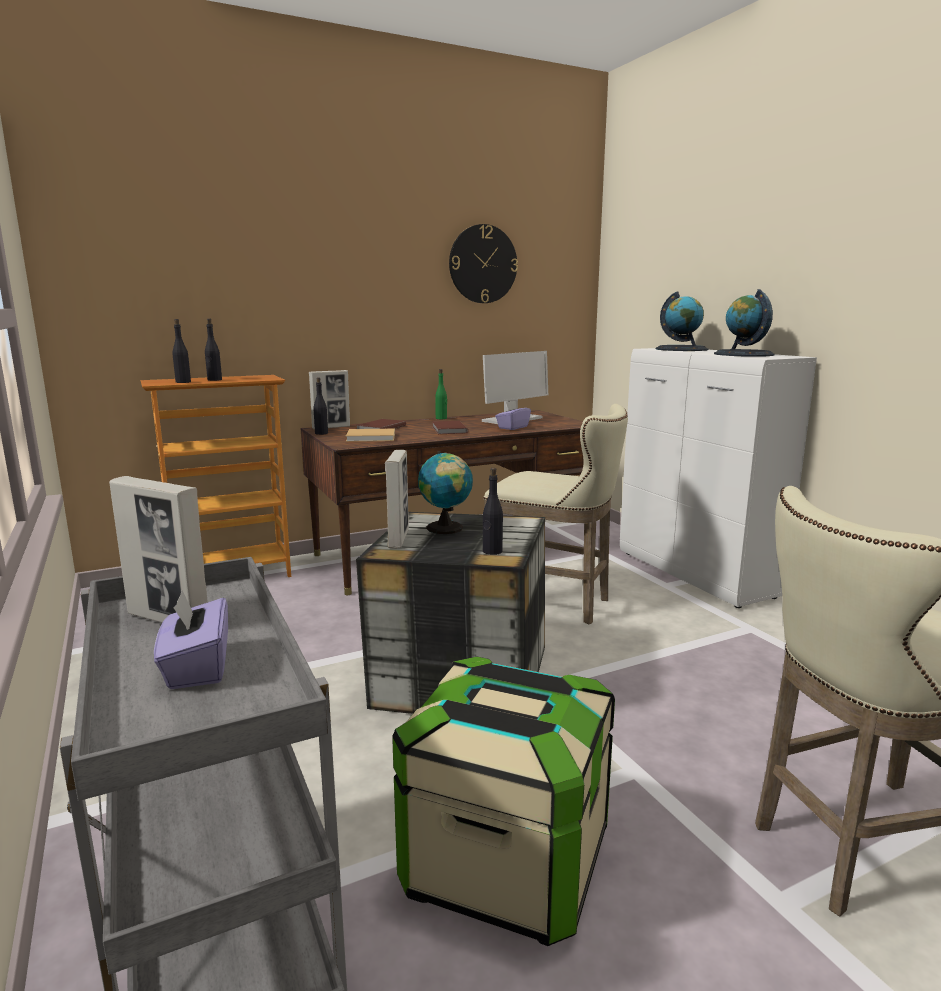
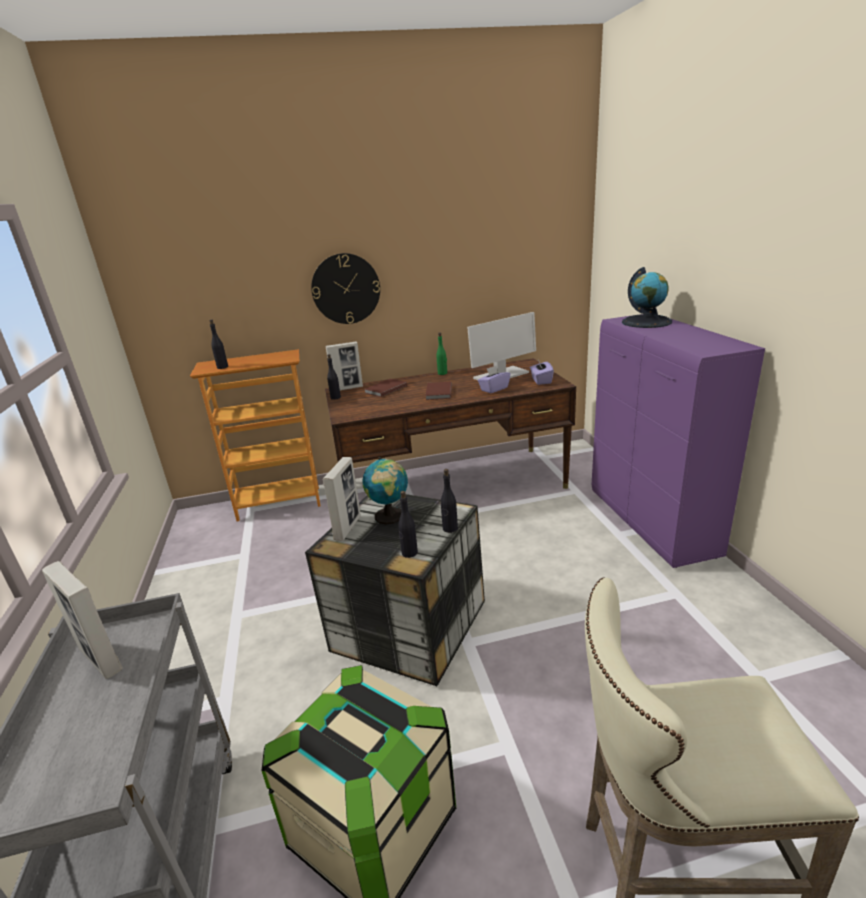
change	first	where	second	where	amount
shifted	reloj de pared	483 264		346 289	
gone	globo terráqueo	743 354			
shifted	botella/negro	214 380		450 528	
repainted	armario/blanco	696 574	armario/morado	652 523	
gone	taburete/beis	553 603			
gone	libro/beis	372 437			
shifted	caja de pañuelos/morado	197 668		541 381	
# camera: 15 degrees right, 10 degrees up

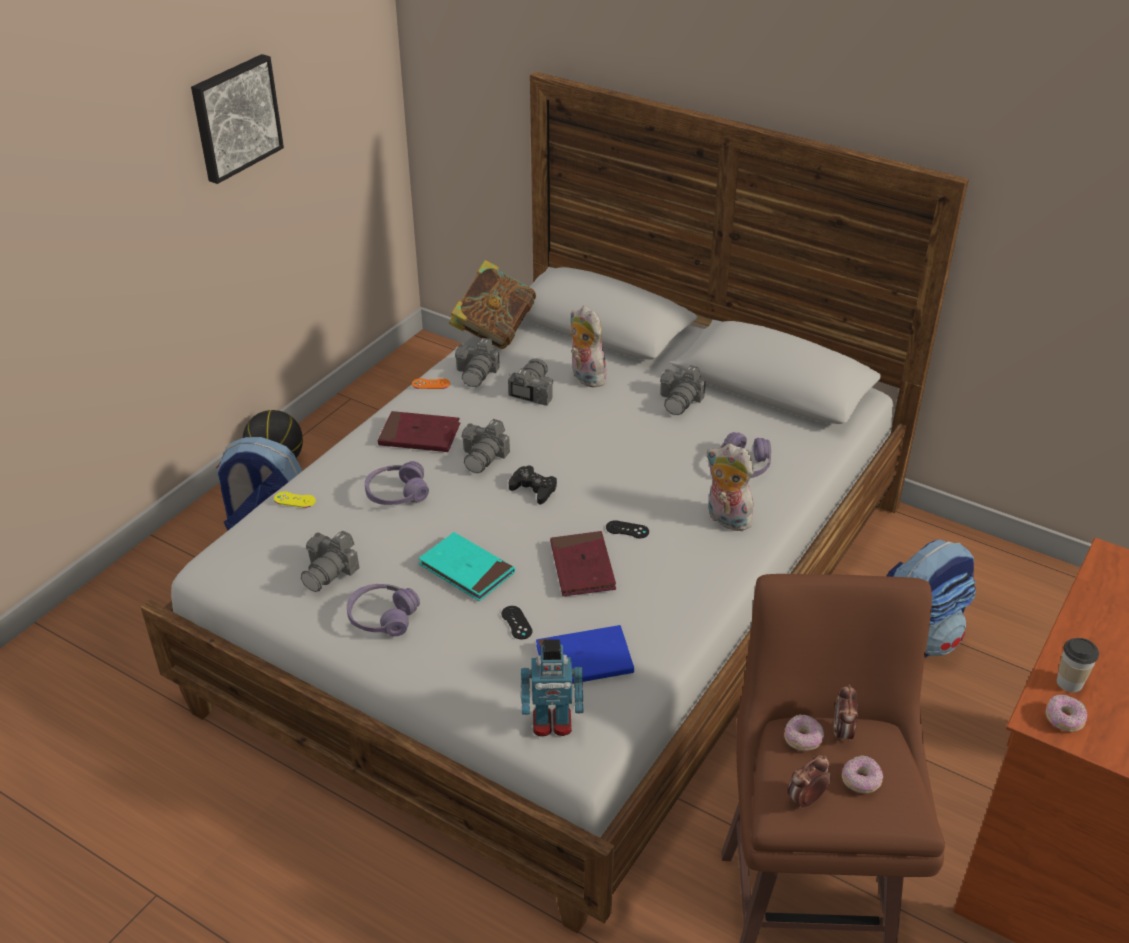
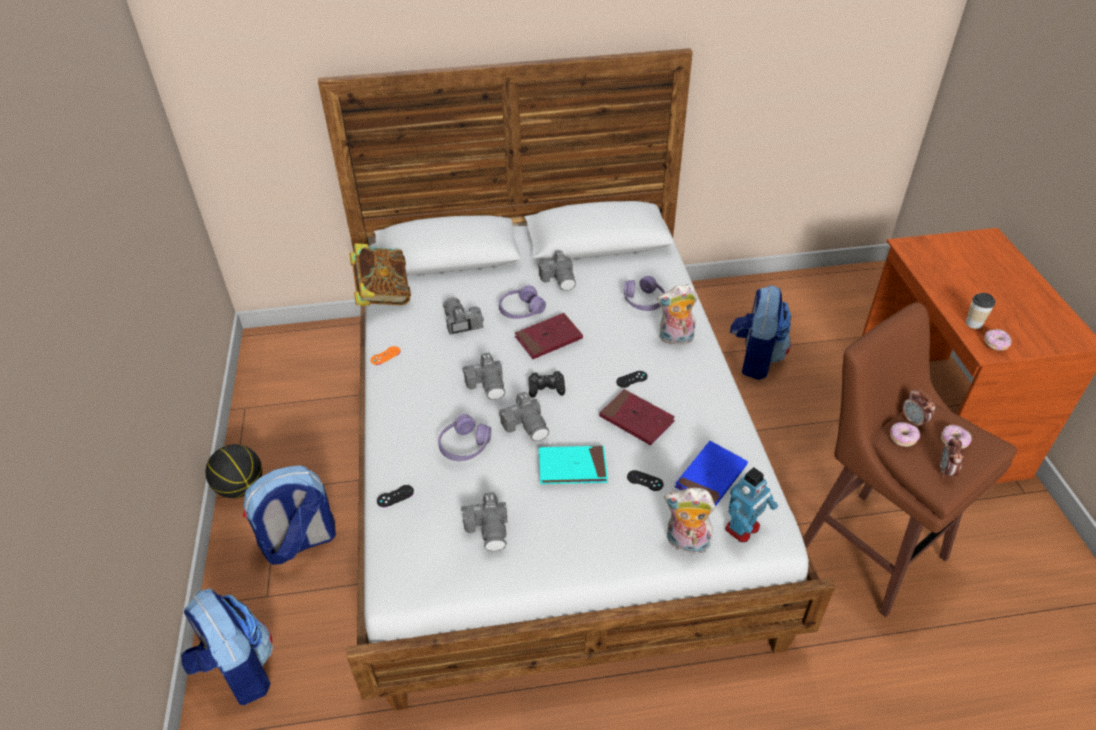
change	first	where	second	where	amount
gone	cuadro	235 117			
shifted	peluche	585 377		686 543	
shifted	cámara	477 373		526 425	
shifted	libro/rojo	419 435		548 338	
repainted	mando de consola/amarillo	294 500	mando de consola/negro	395 496	
shifted	auriculares/morado	382 617		521 310	
new			mochila	238 670	
# camera: 40 degrees left, 5 degrees up

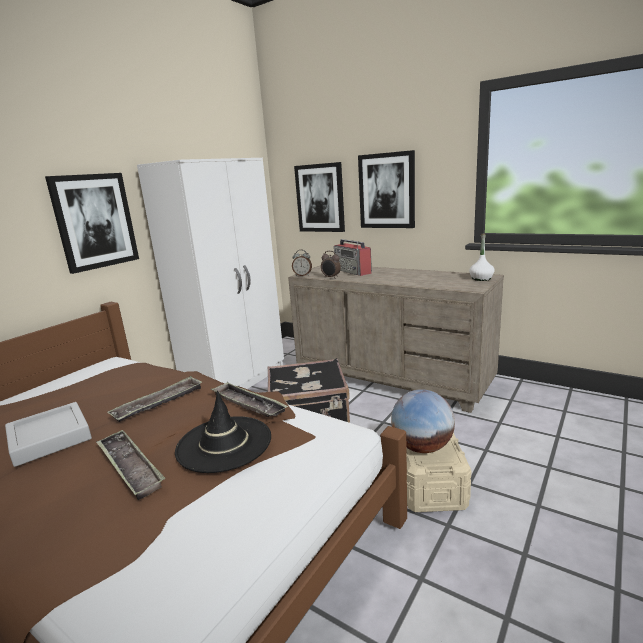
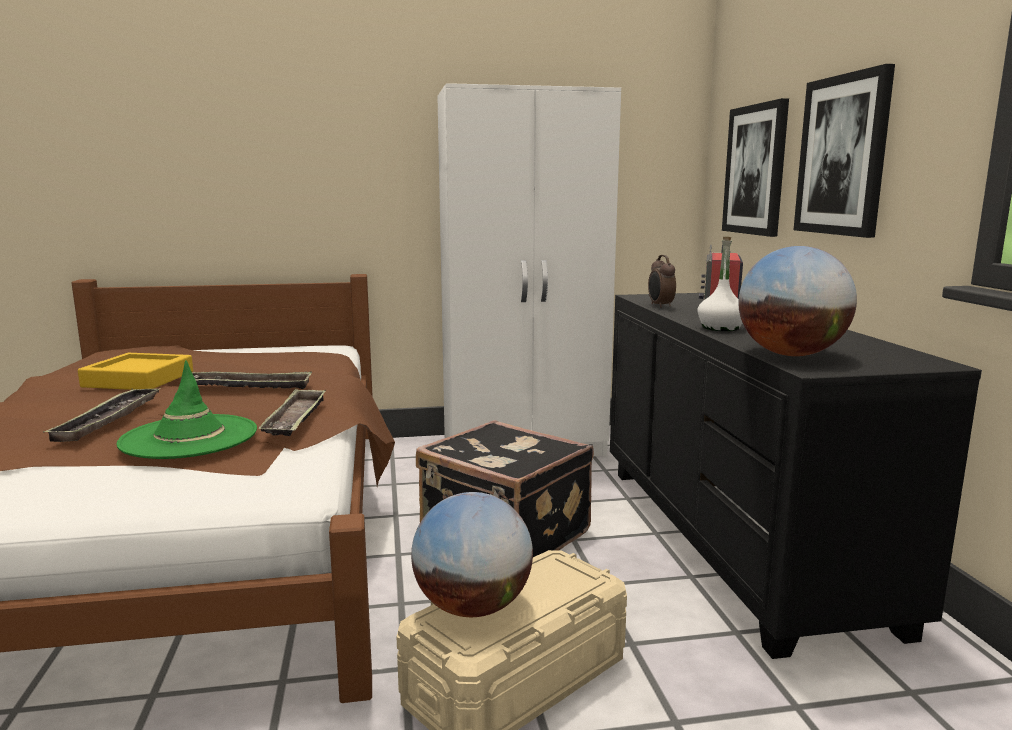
change	first	where	second	where	amount
gone	cuadro	95 221			
shifted	botella/blanco	481 278		720 328	
gone	despertador	302 275			
repainted	cómoda/beis	391 379	cómoda/negro	733 540	
repainted	sombrero/negro	224 444	sombrero/verde	189 437	
repainted	bandeja/gris	50 438	bandeja/amarillo	138 379	
new			globo terráqueo	791 354	
# camera: 45 degrees right, 5 degrees down

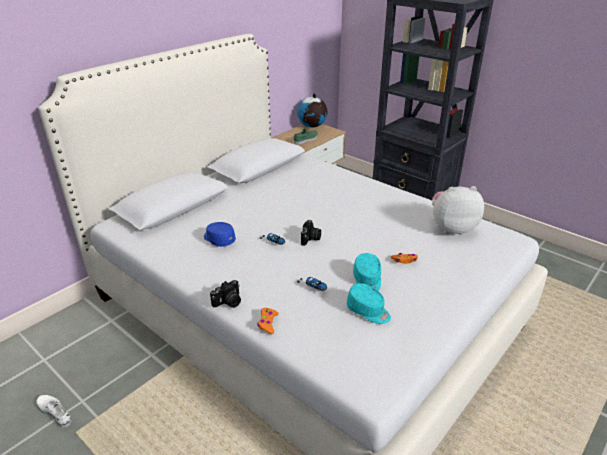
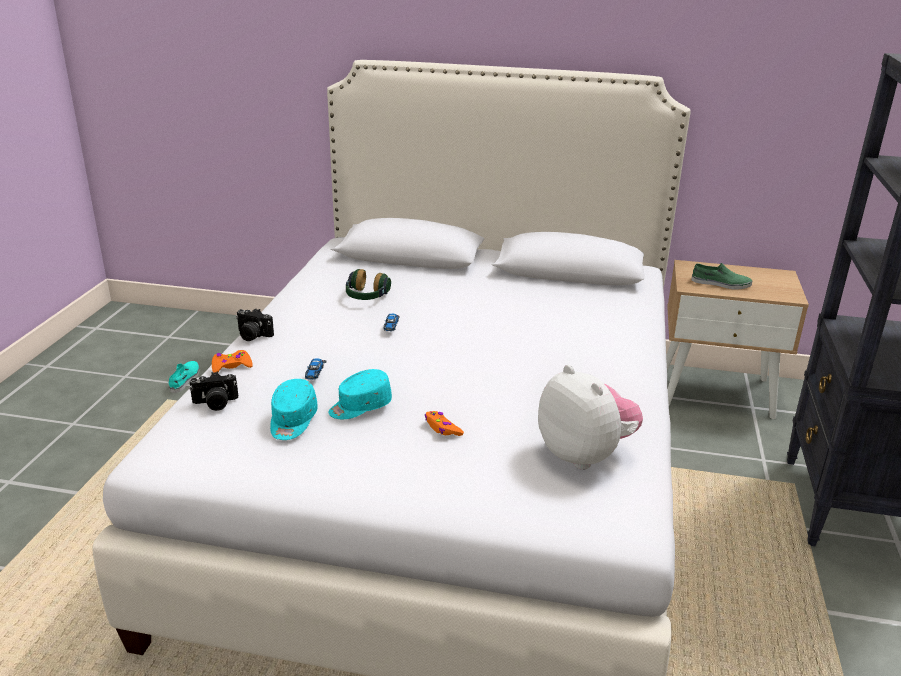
change	first	where	second	where	amount
gone	globo terráqueo	312 126			
shifted	cámara	310 239		215 403	
swapped	gorra/azul	218 240	auriculares	366 297	
repainted	zapato/blanco	55 412	zapato/turquesa	185 379	
# camera: 60 degrees right, 5 degrees down

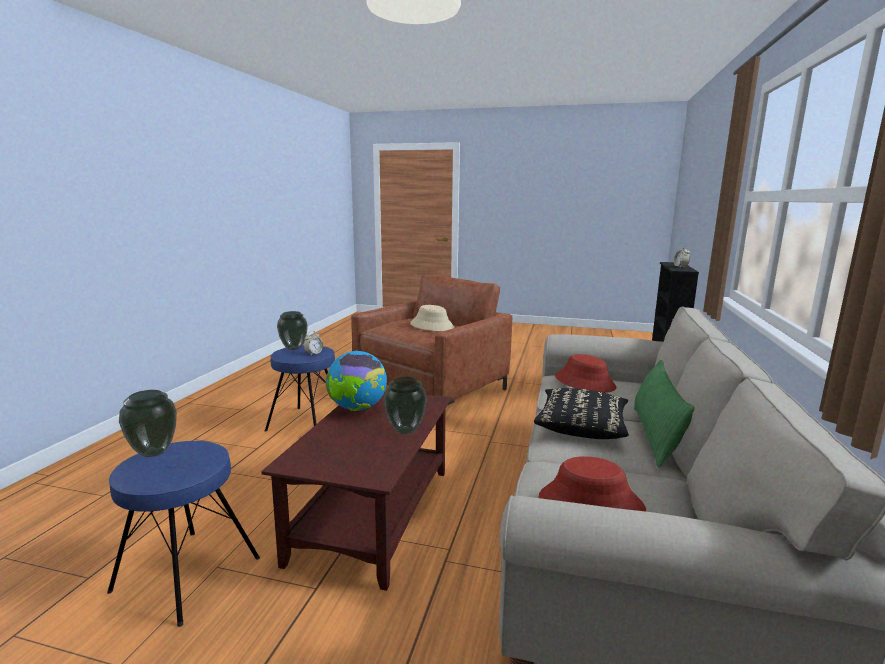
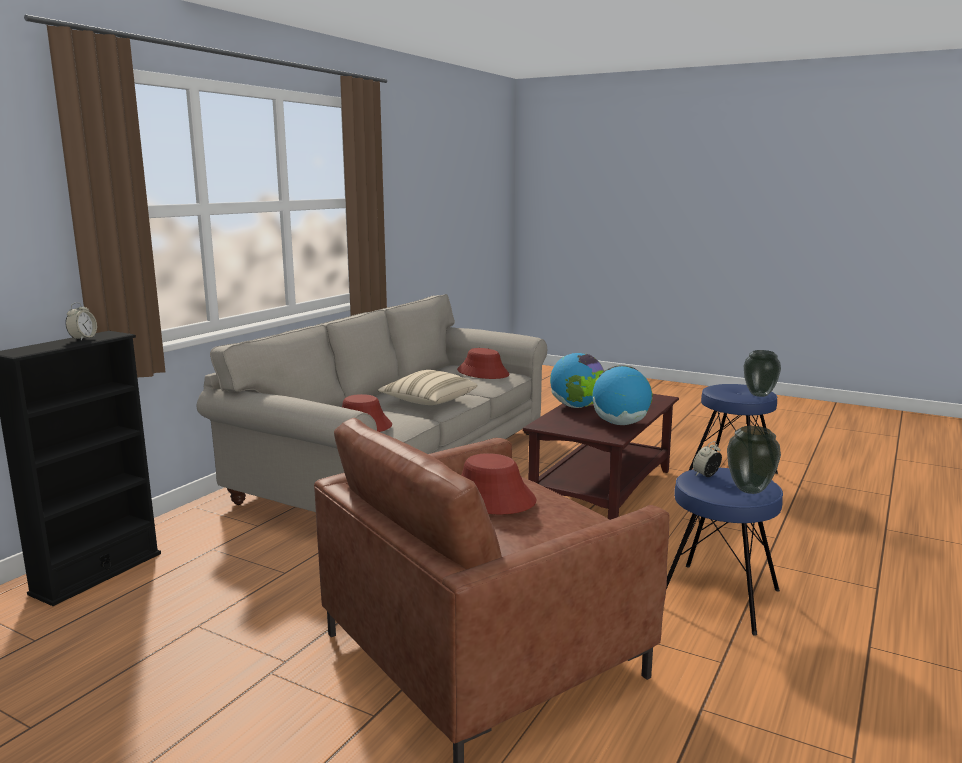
change	first	where	second	where	amount
repainted	sombrero/beis	432 326	sombrero/rojo	491 499	
gone	cojín/verde	655 436			
swapped	florero	405 431	globo terráqueo	576 407	
repainted	cojín/negro	581 427	cojín/beis	428 402	
# camera: 165 degrees left, 0 degrees up

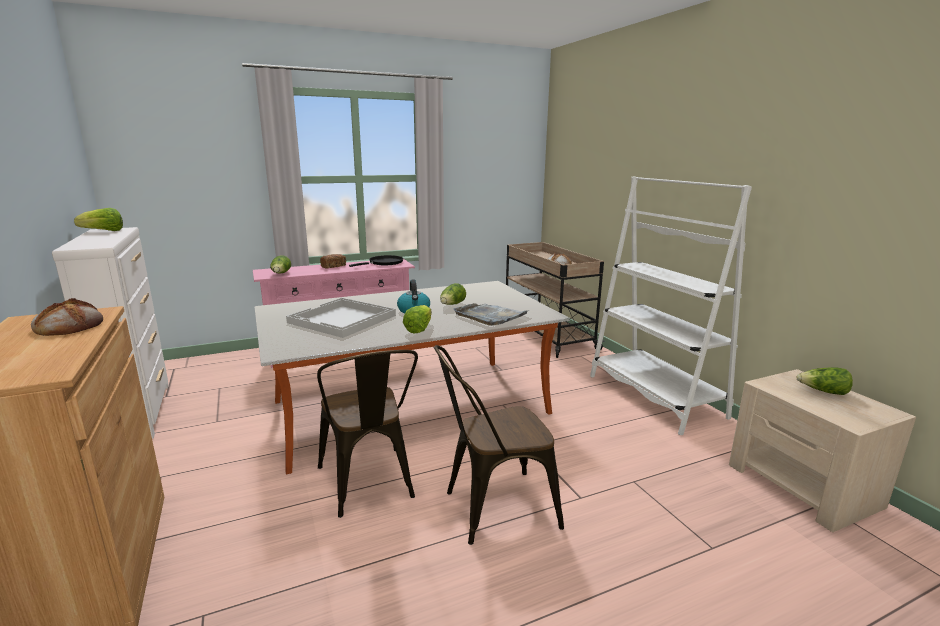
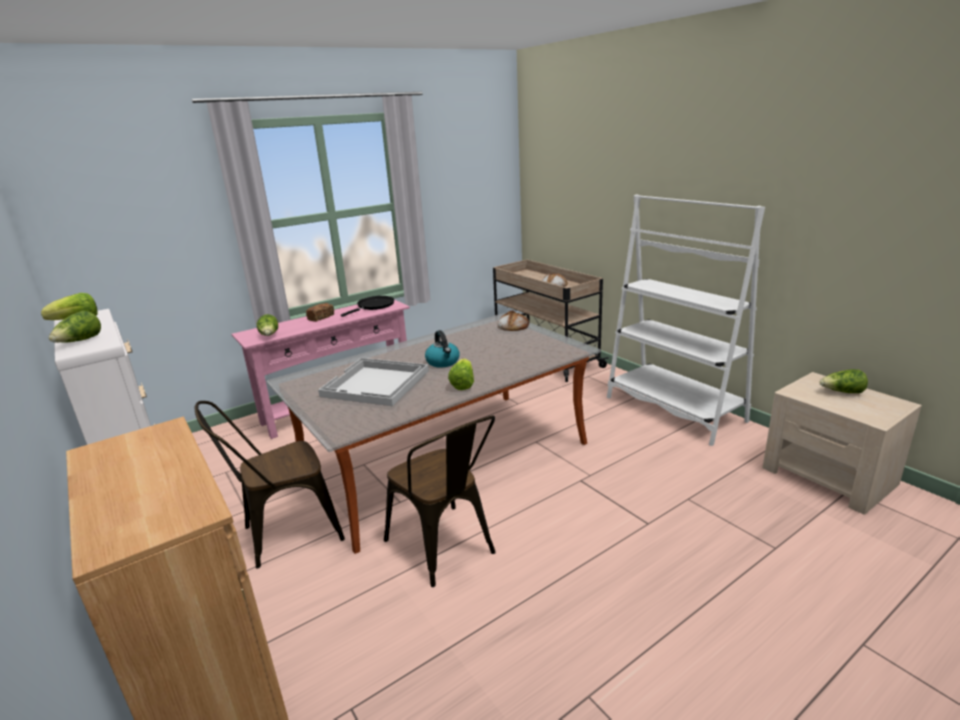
change	first	where	second	where	amount
shifted	lechuga	452 305		80 341	
shifted	pan	69 325		513 325	
gone	bandeja/gris	490 316			
shifted	silla/marrón	492 509		284 534	
# camera: 10 degrees left, 5 degrees up

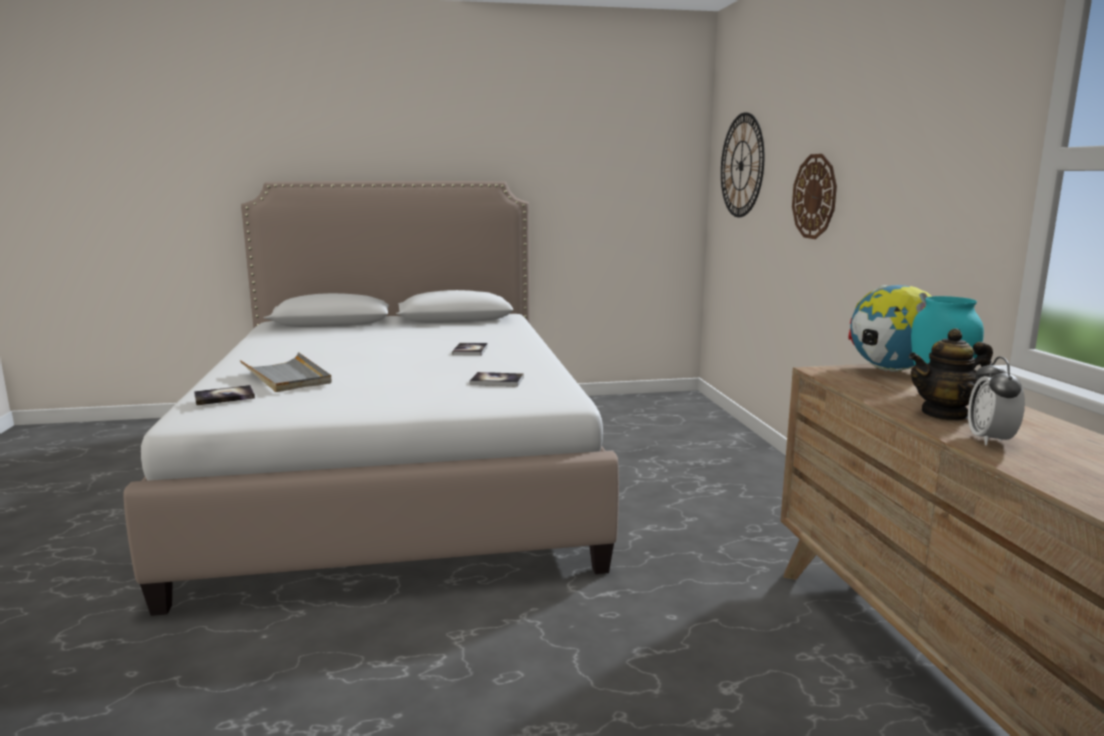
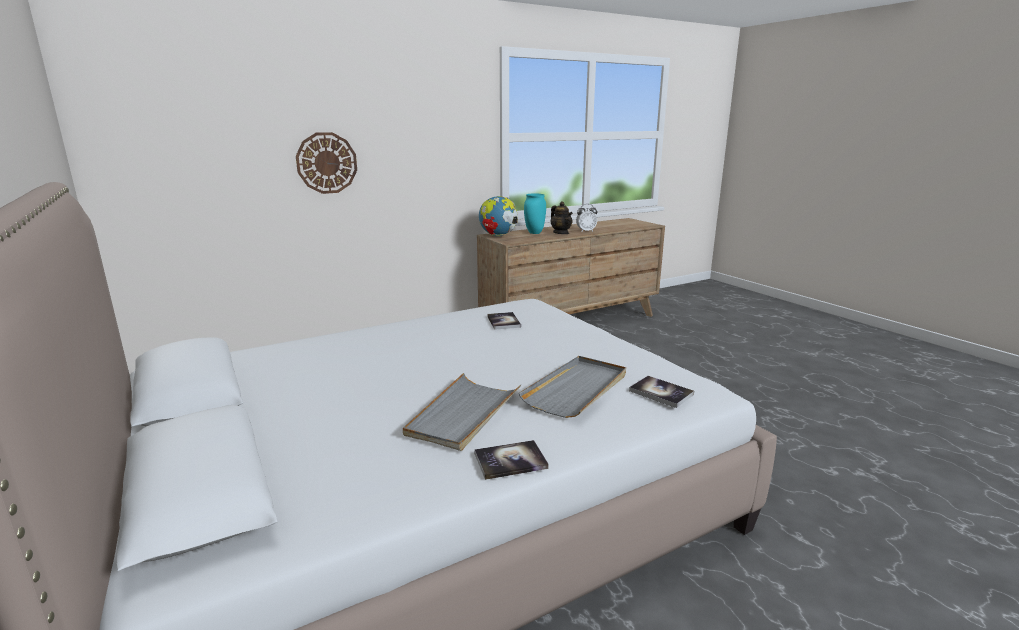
change	first	where	second	where	amount
gone	reloj de pared	741 165			
shifted	libro	470 350		510 461	
new			bandeja/gris	463 414	
# camera: 110 degrees left, 5 degrees up

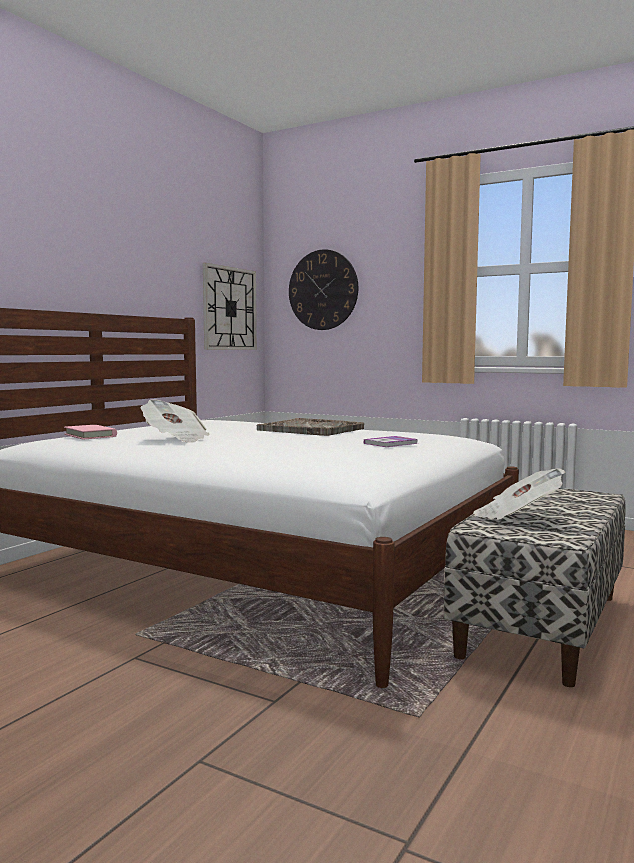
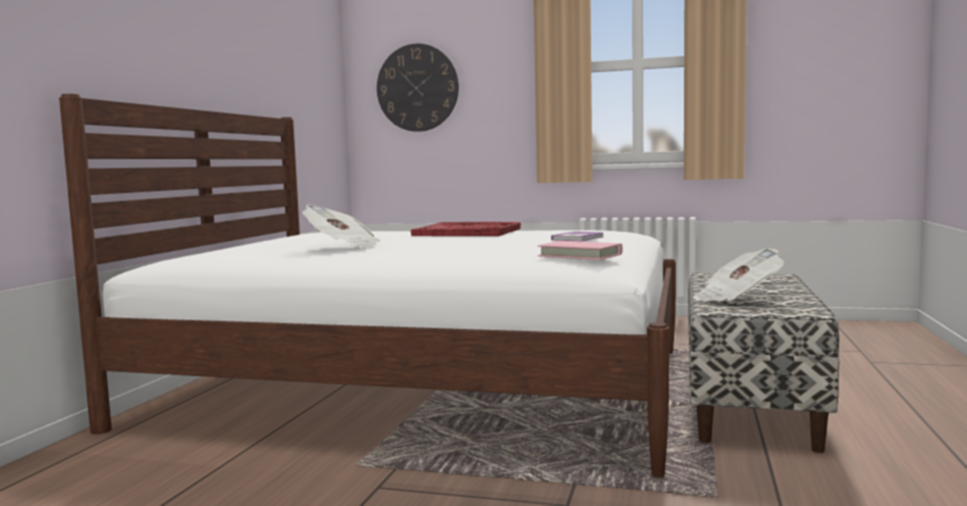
change	first	where	second	where	amount
gone	reloj de pared	229 308			
repainted	bandeja/gris	311 429	bandeja/rojo	468 232	
shifted	libro/rosa	90 435		580 255	
# camera: 15 degrees left, 0 degrees up

